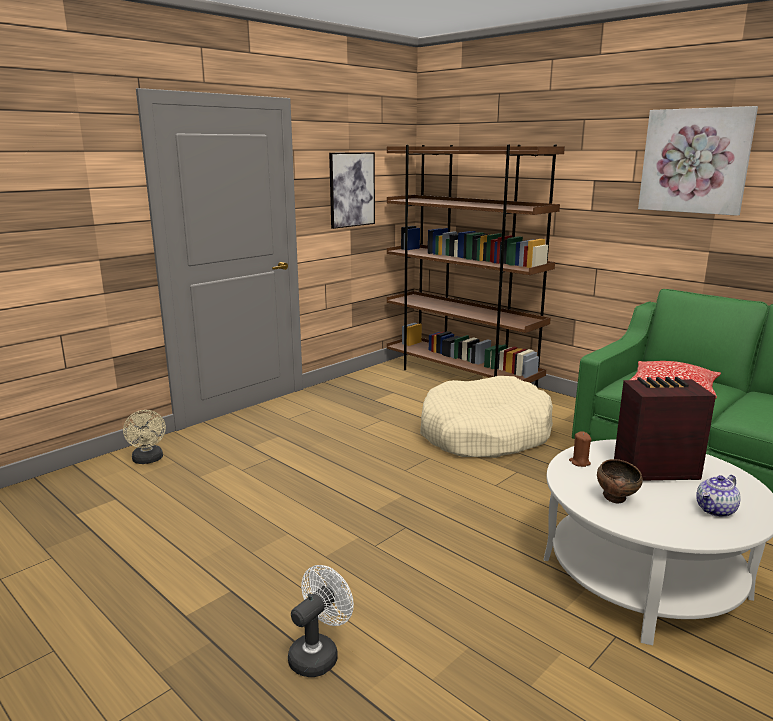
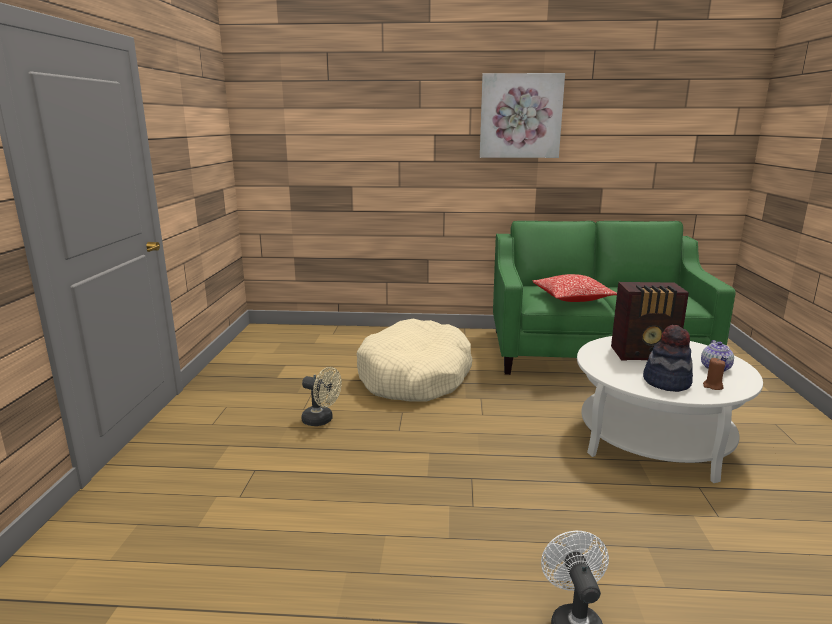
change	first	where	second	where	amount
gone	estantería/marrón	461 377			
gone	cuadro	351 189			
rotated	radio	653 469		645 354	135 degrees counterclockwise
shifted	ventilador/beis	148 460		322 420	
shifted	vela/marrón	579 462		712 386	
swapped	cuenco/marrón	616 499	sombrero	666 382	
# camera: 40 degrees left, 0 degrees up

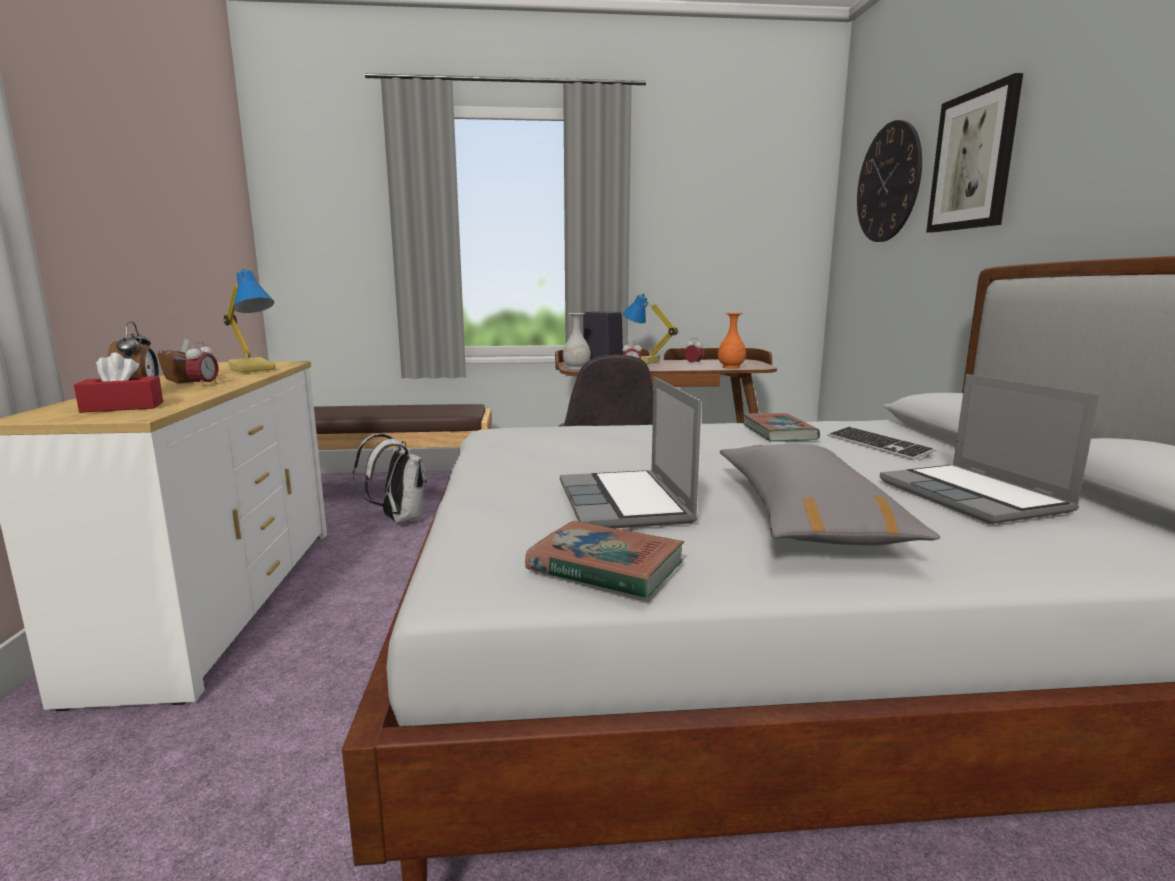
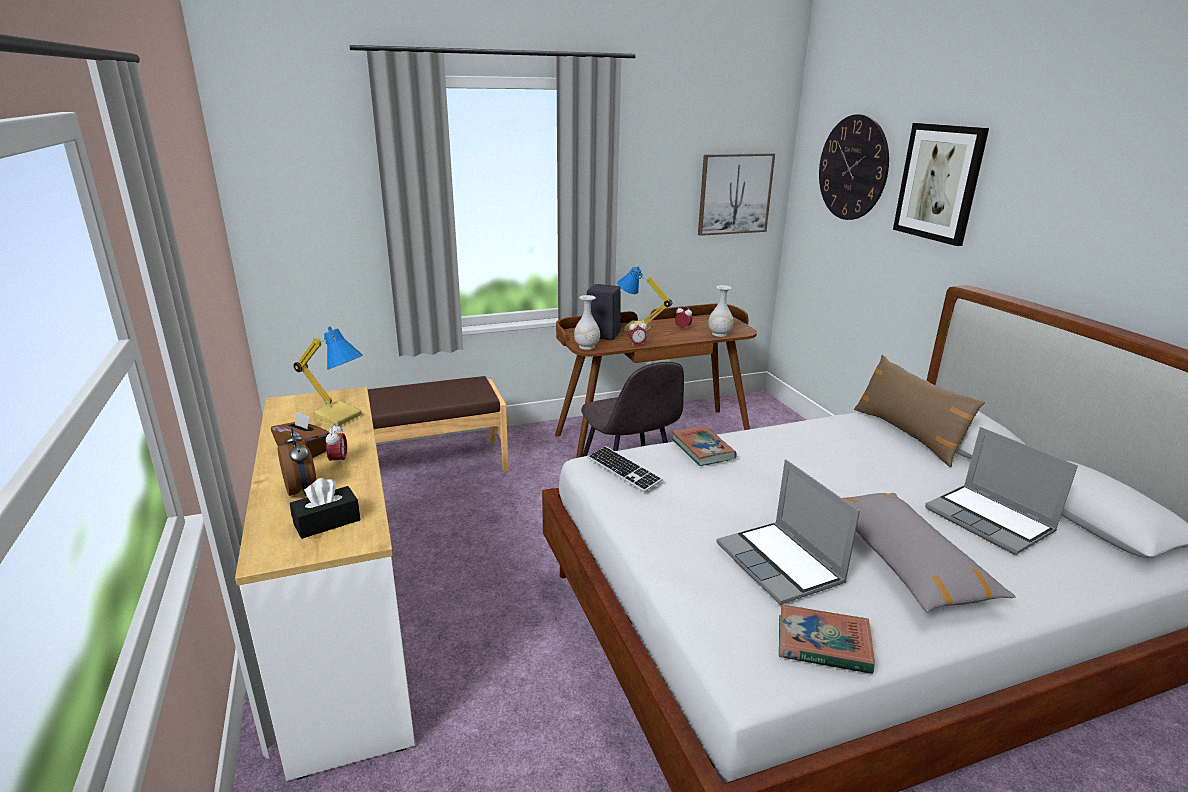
change	first	where	second	where	amount
repainted	florero/naranja	731 367	florero/blanco	719 334	
repainted	caja de pañuelos/rojo	122 407	caja de pañuelos/negro	327 522	
shifted	libro	779 432		702 449	
shifted	teclado	878 445		623 470	
gone	mochila/blanco	399 519			
new			cuadro	734 194	
new			cojín/marrón	907 434	
# camera: 15 degrees left, 10 degrees up

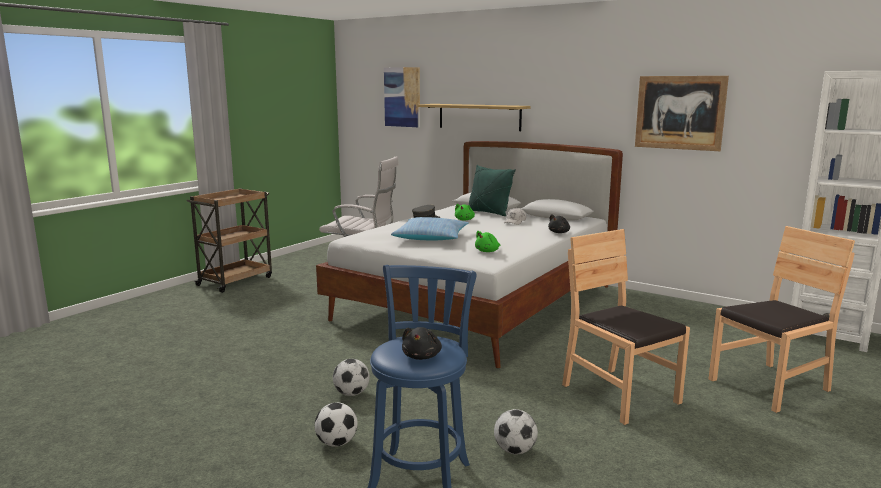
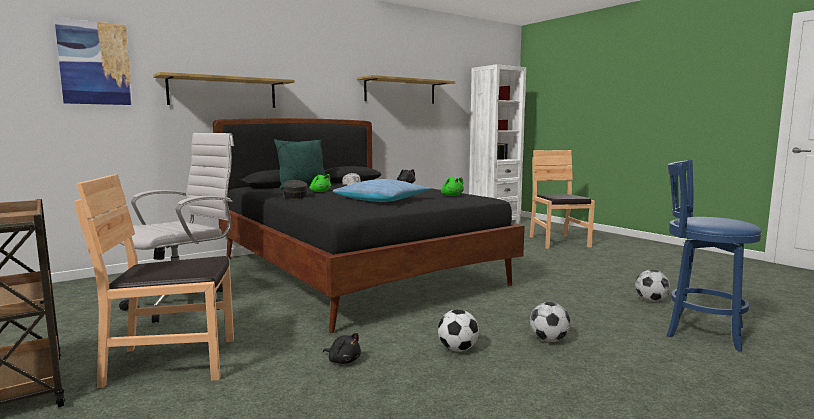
change	first	where	second	where	amount
swapped	cuadro	679 112	estante	400 91	
repainted	cama/blanco	479 303	cama/negro	356 271	
shifted	silla/marrón	619 394		172 362	
shifted	peluche/negro	422 356		343 360	
shifted	balón de fútbol	336 443		458 349	
# camera: 70 degrees left, 5 degrees down

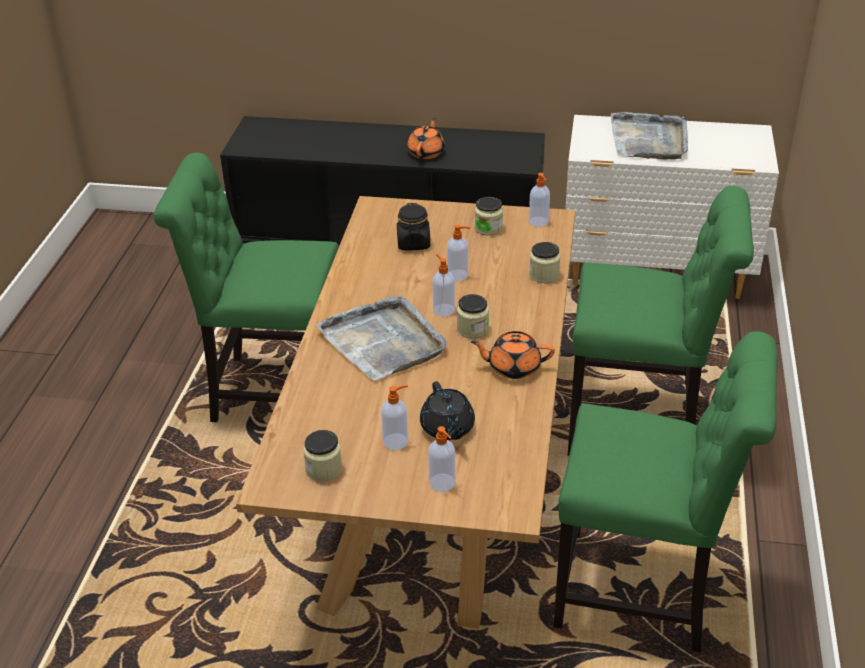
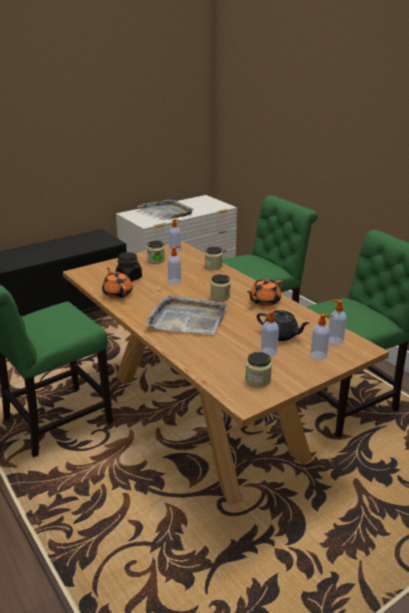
change	first	where	second	where	amount
shifted	tetera/naranja	426 152		117 293	
shifted	dispensador de jabón	443 309		334 340	
# camera: 45 degrees left, 10 degrees down

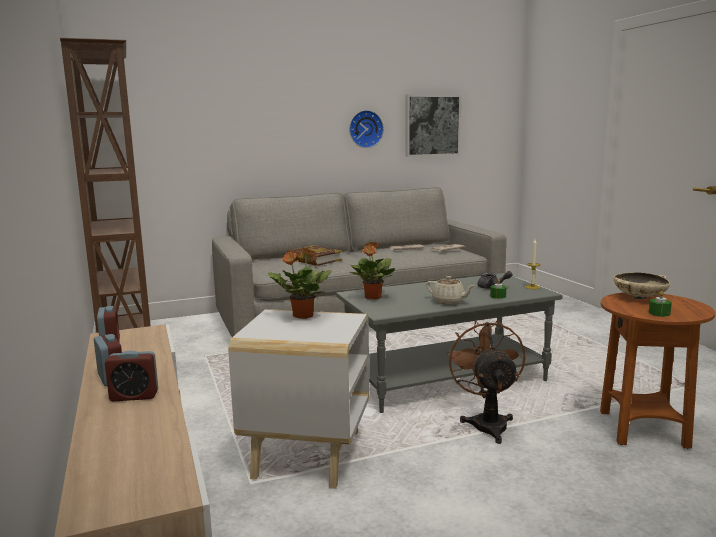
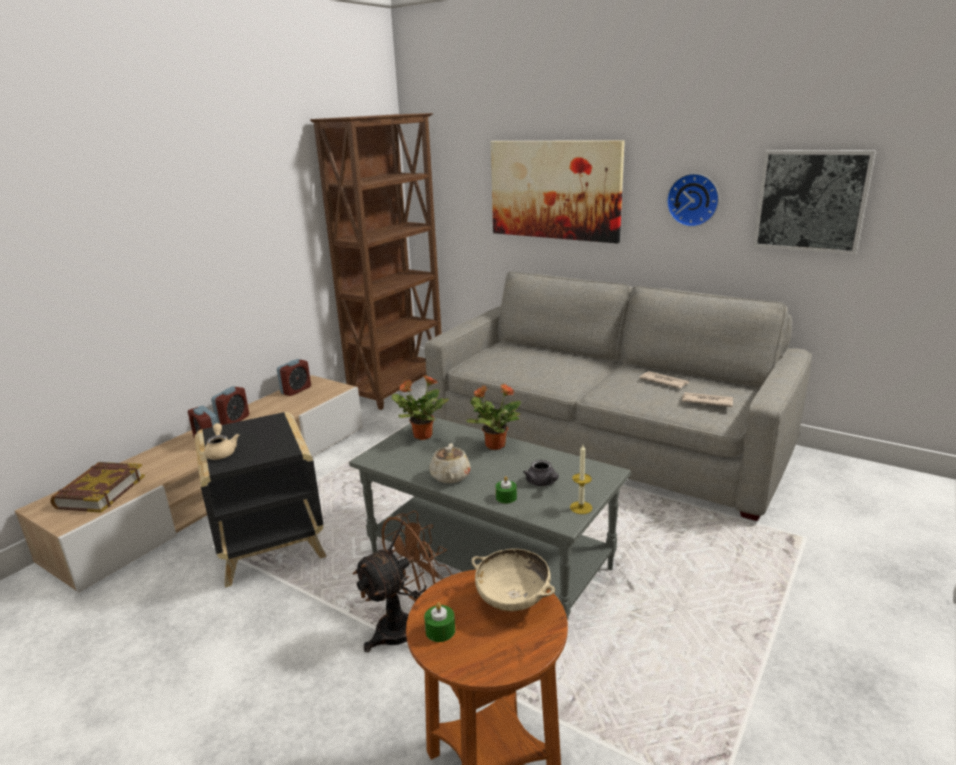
change	first	where	second	where	amount
shifted	libro	314 260		100 492	
shifted	planta en maceta	302 316		494 445	
repainted	mesa auxiliar/blanco	308 453	mesa auxiliar/negro	273 549	
new			cuadro	554 190	
new			tetera/beis	221 452	
# camera: 55 degrees right, 10 degrees up

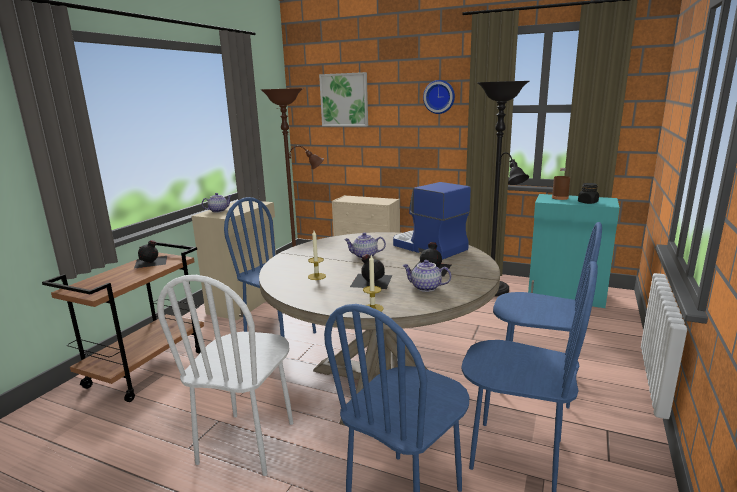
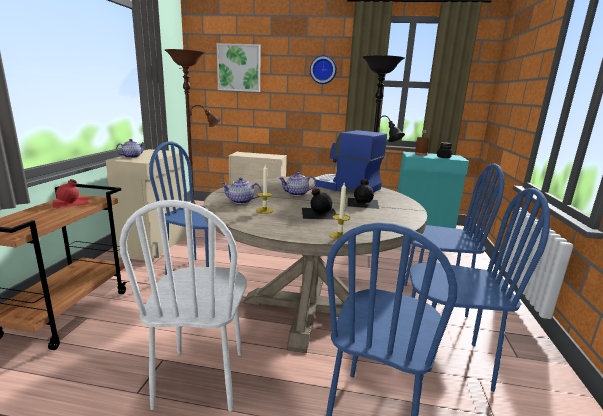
change	first	where	second	where	amount
repainted	botella/negro	151 261	botella/rojo	71 202	
shifted	tetera	425 288		240 201	
# camera: 15 degrees left, 0 degrees up

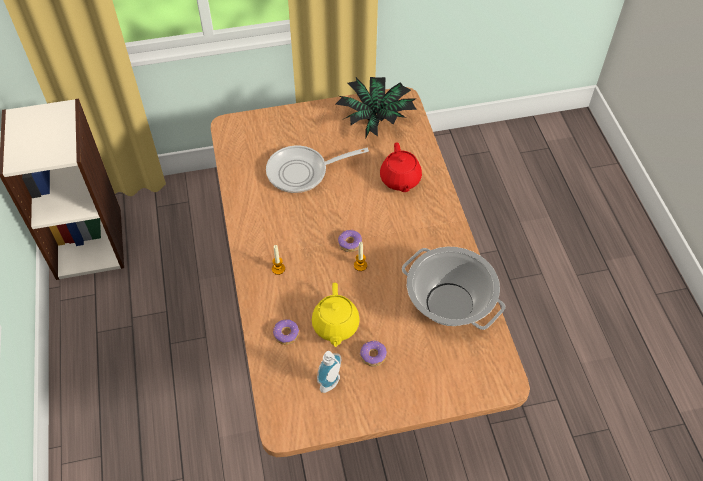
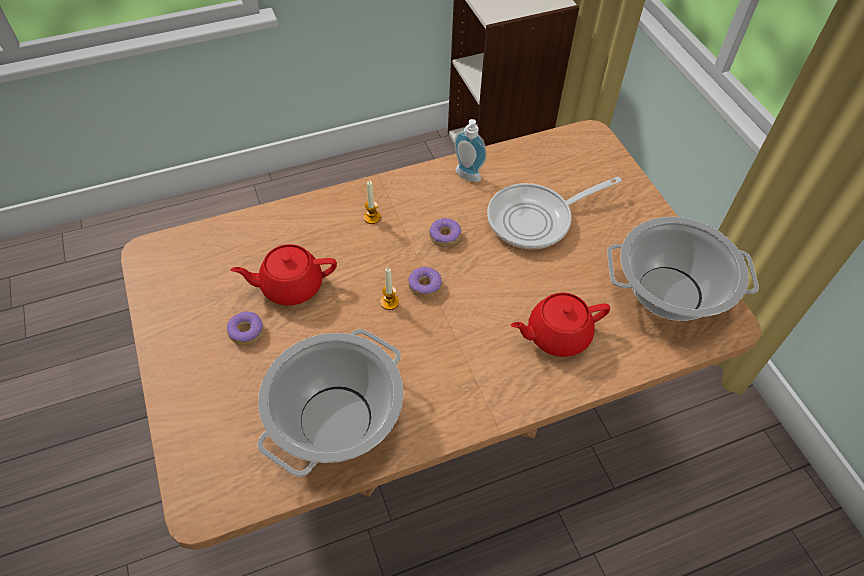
change	first	where	second	where	amount
swapped	planta en maceta	376 119	olla	670 292	
rotated	sartén	302 172		536 219	90 degrees counterclockwise
repainted	tetera/amarillo	335 326	tetera/rojo	290 286	
shifted	rosquilla	286 334		444 236	
shifted	dispensador de jabón	332 385		466 177	
# camera: 80 degrees right, 0 degrees up

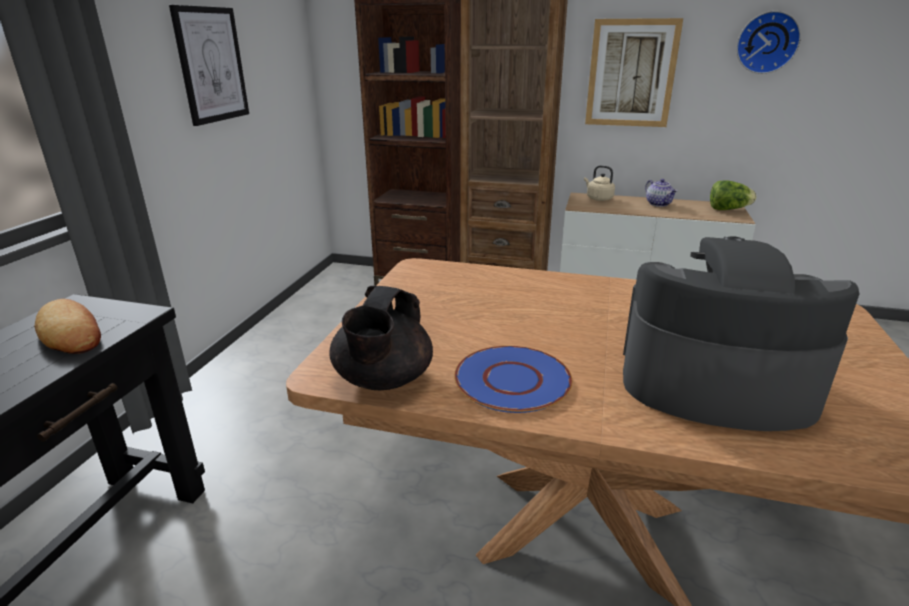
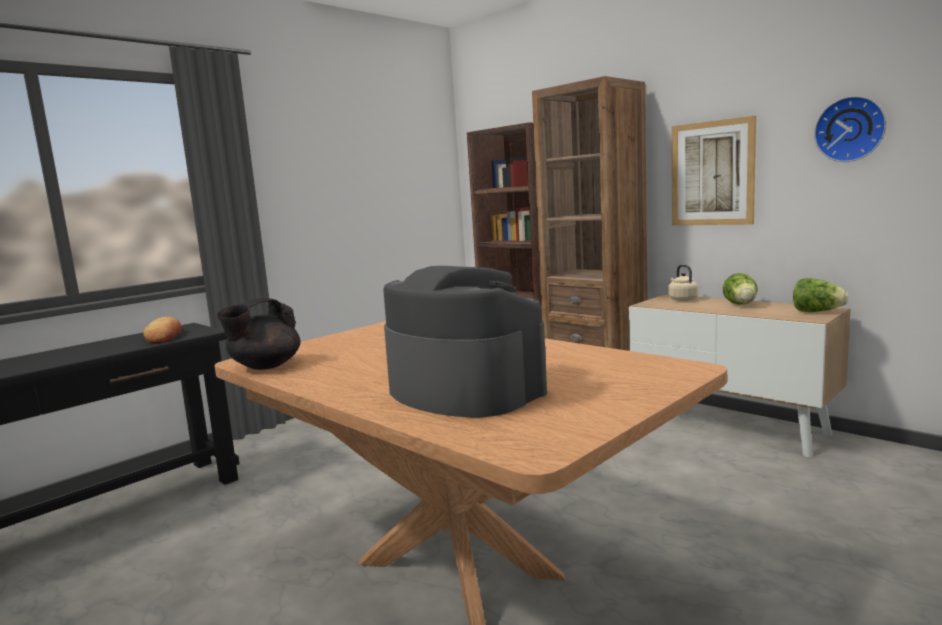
change	first	where	second	where	amount
gone	cuadro	211 65			
swapped	tetera	659 204	lechuga	741 305	
gone	plato/azul	512 380			
# camera: 30 degrees right, 15 degrees down

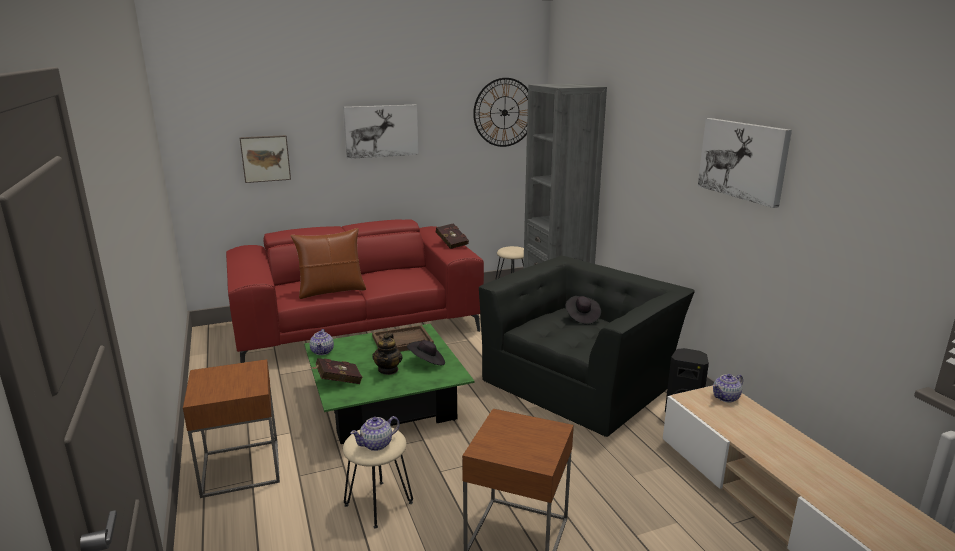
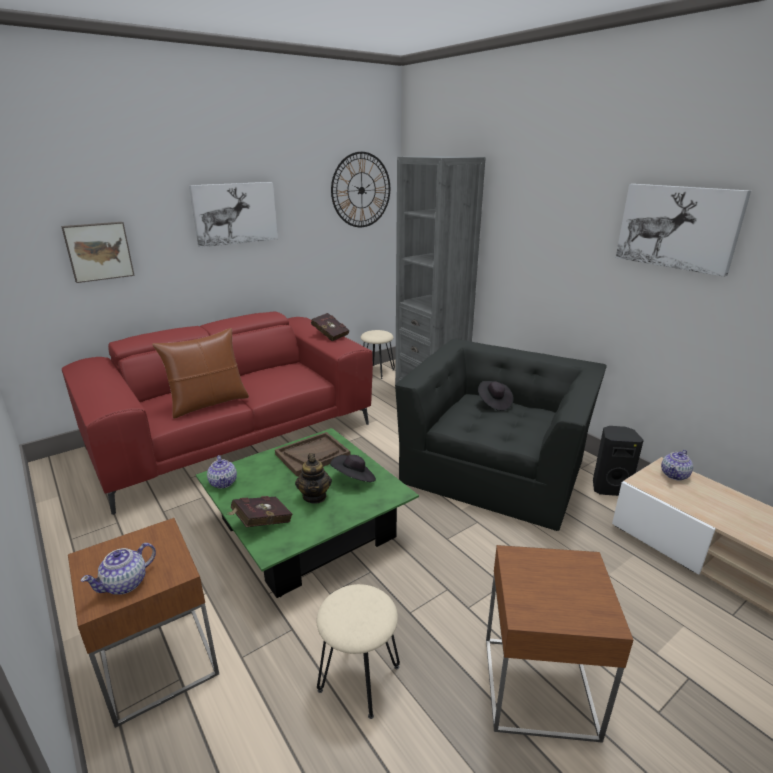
change	first	where	second	where	amount
shifted	tetera	377 444		126 583	
# camera: 15 degrees left, 5 degrees up

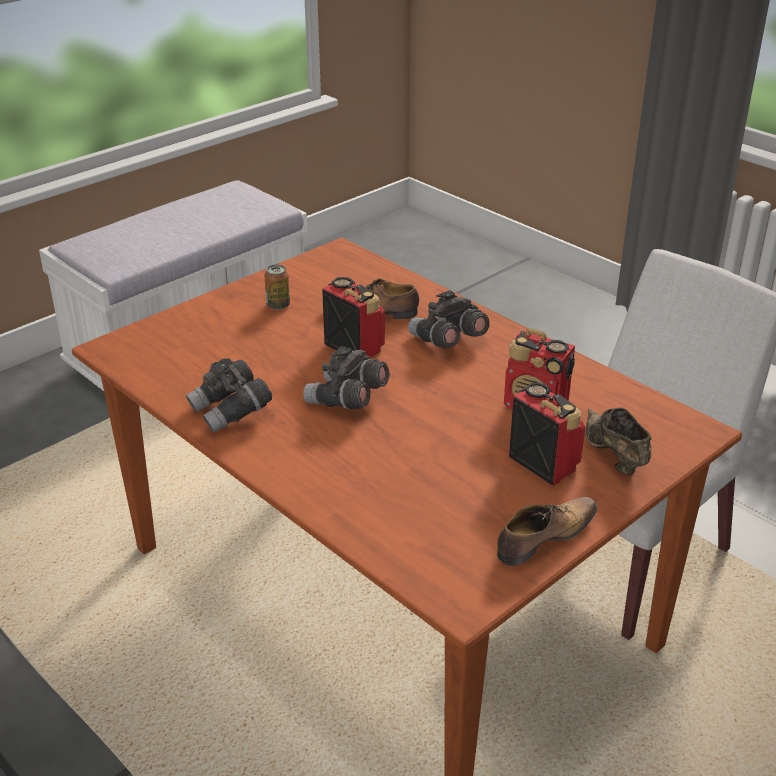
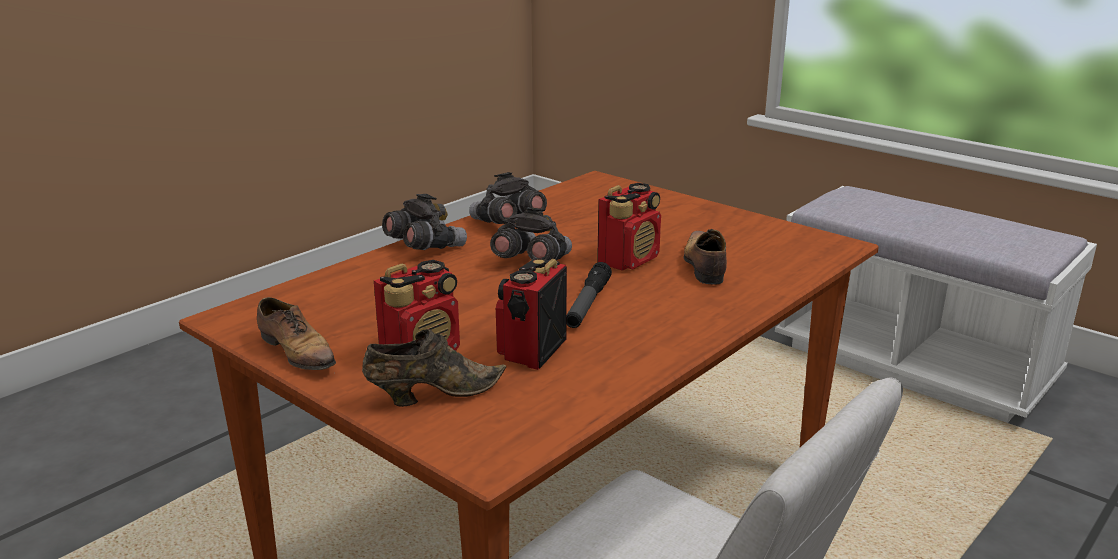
change	first	where	second	where	amount
gone	lata	278 305			
shifted	prismáticos/gris	447 341		424 247	
new			linterna	587 304	
# camera: 85 degrees right, 10 degrees down

